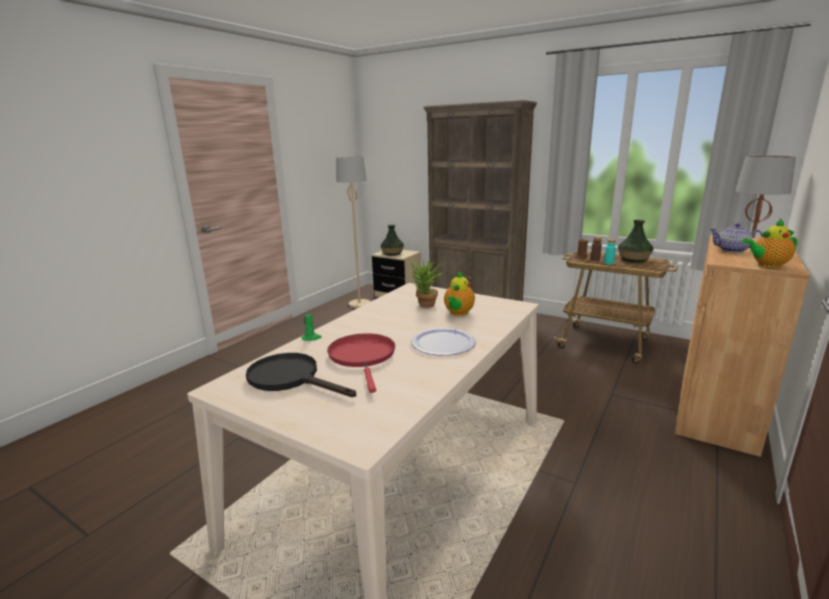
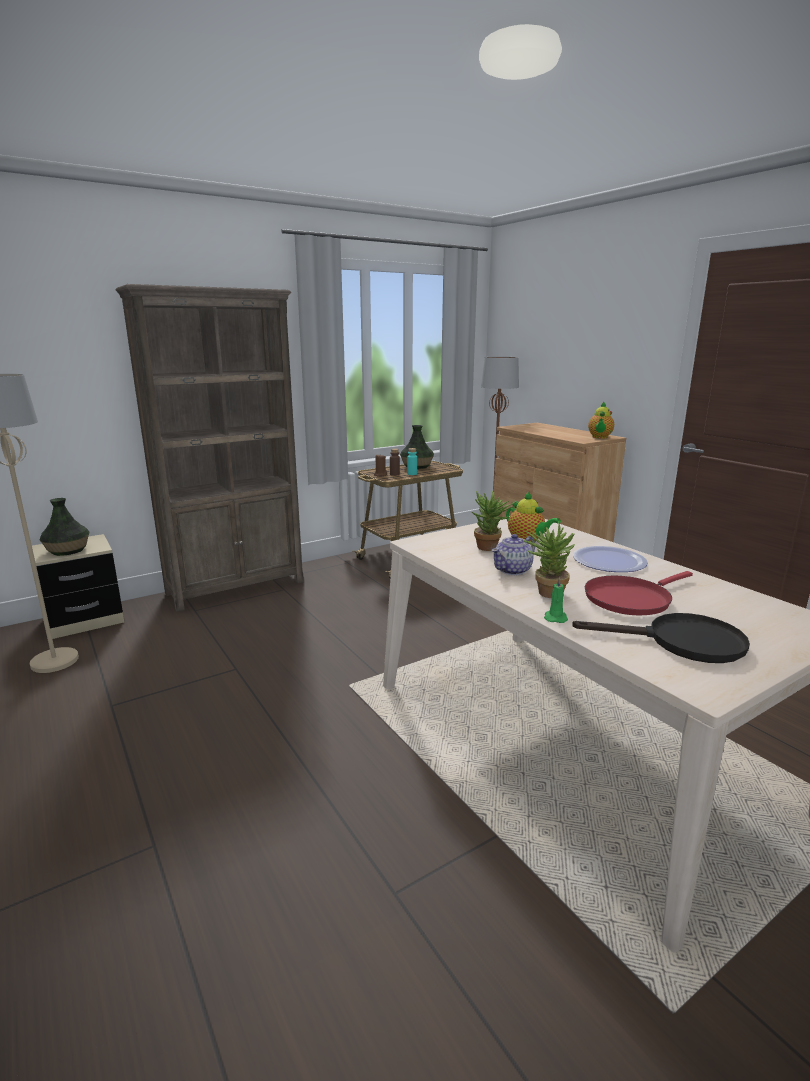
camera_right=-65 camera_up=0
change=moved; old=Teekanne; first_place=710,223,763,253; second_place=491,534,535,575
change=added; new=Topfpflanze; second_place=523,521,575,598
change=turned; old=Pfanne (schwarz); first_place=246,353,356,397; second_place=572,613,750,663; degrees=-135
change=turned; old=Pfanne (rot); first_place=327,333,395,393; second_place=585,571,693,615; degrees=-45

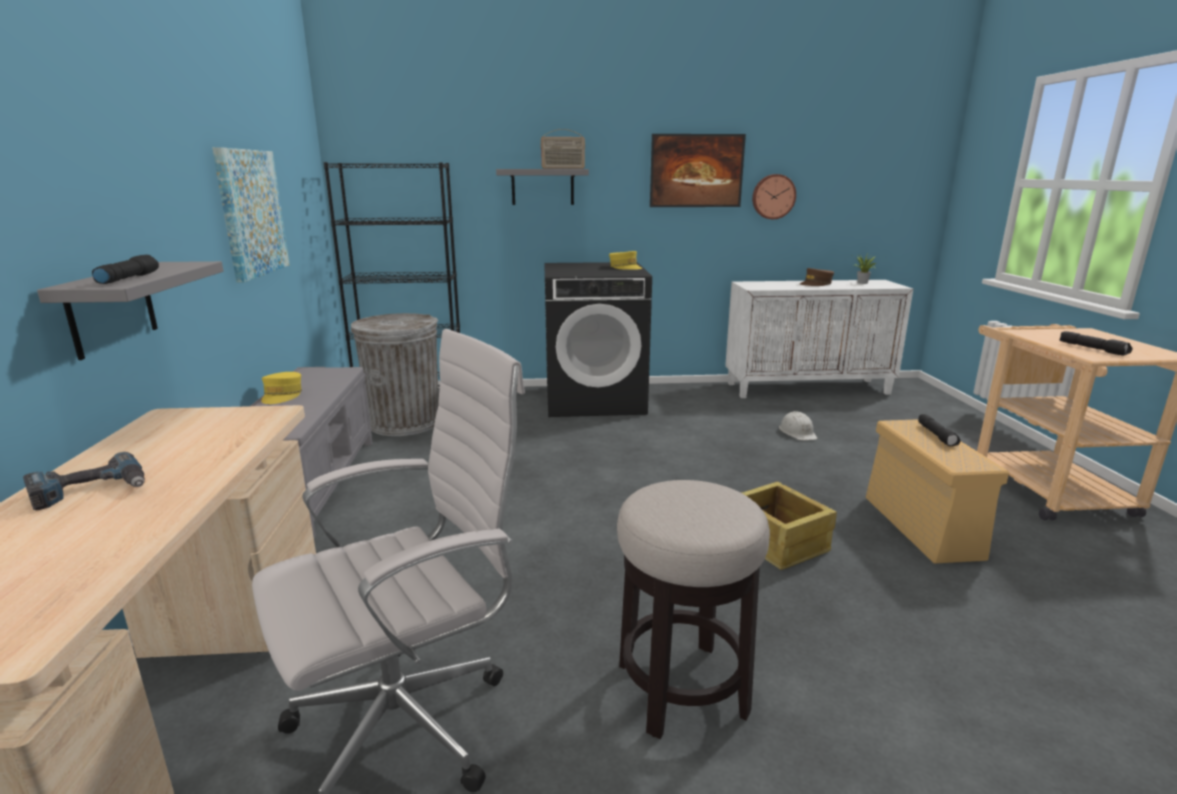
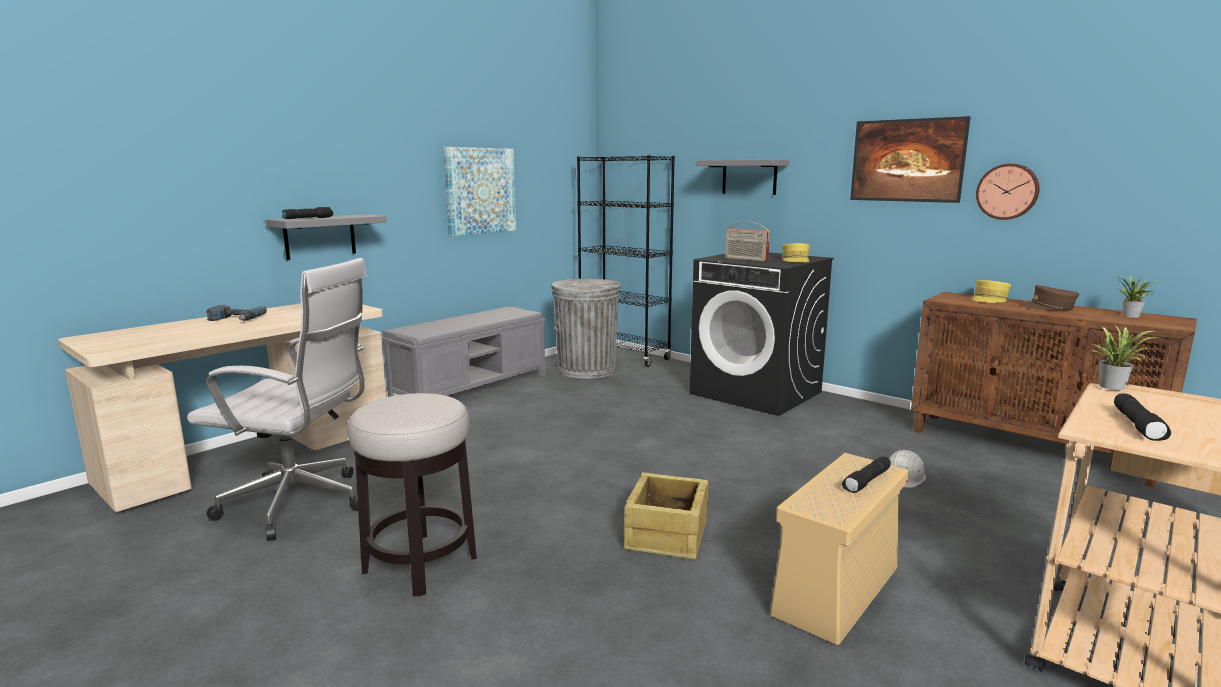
camera_right=45 camera_up=-5
change=moved; old=Radio; first_place=540,129,585,169; second_place=725,222,770,262
change=recoloured; old=Schrank (weiß); new=Schrank (braun); first_place=725,280,913,398; second_place=911,292,1197,488
change=moved; old=Kappe (gelb); first_place=261,372,302,404; second_place=972,280,1011,303
change=added; new=Topfpflanze; second_place=1092,324,1159,390

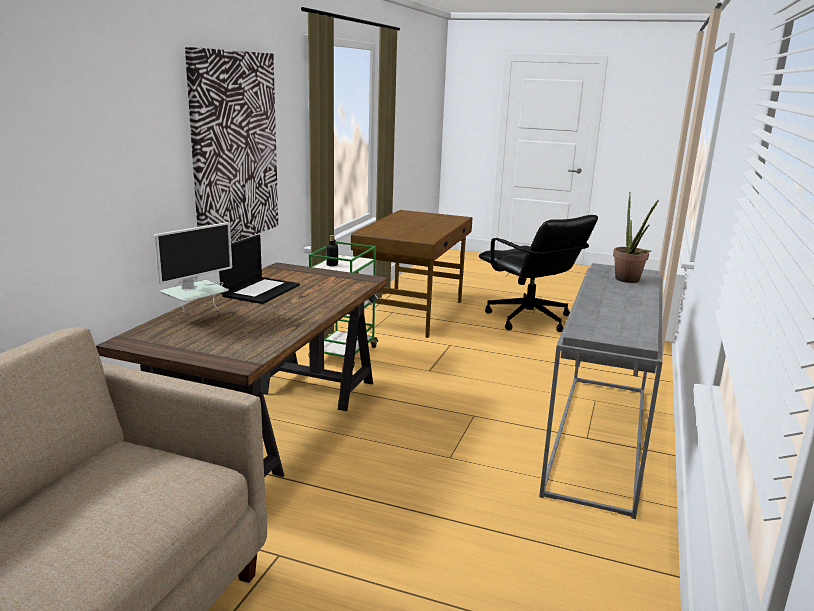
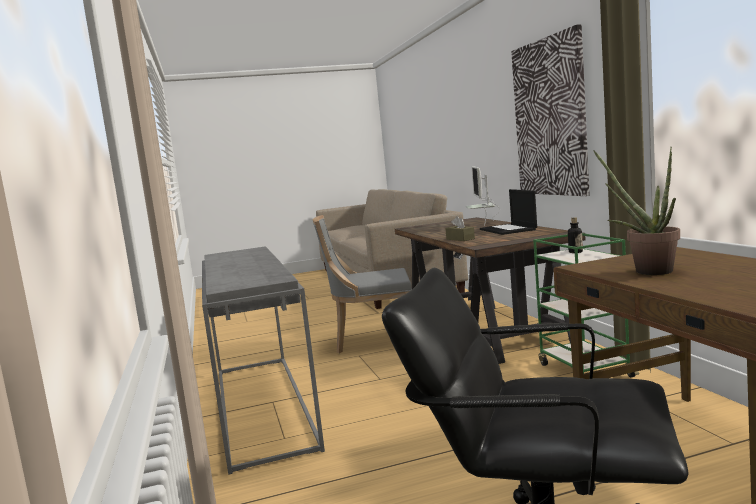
camera_right=145 camera_up=-10
change=added; new=Stuhl (grau); second_place=313,215,412,353
change=added; new=Taschentuchbox (braun); second_place=445,216,475,241
change=moved; old=Topfpflanze; first_place=613,195,659,283; second_place=594,147,680,275

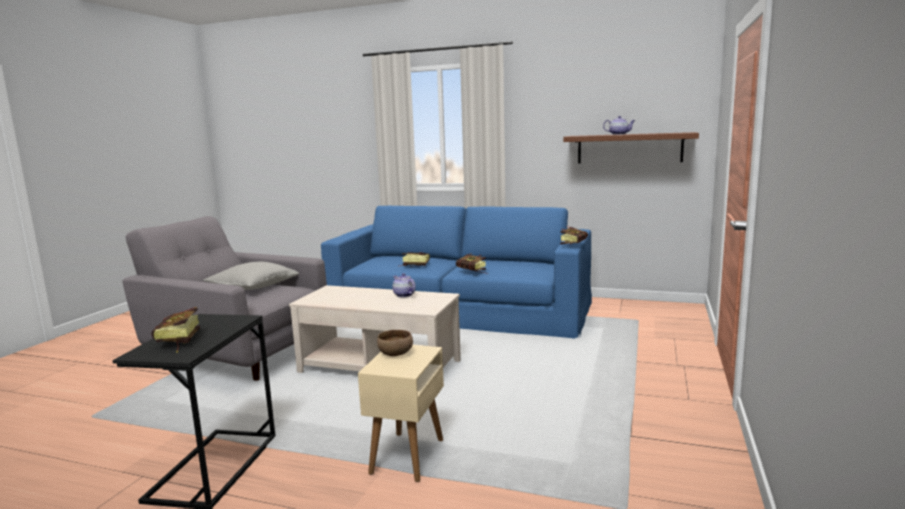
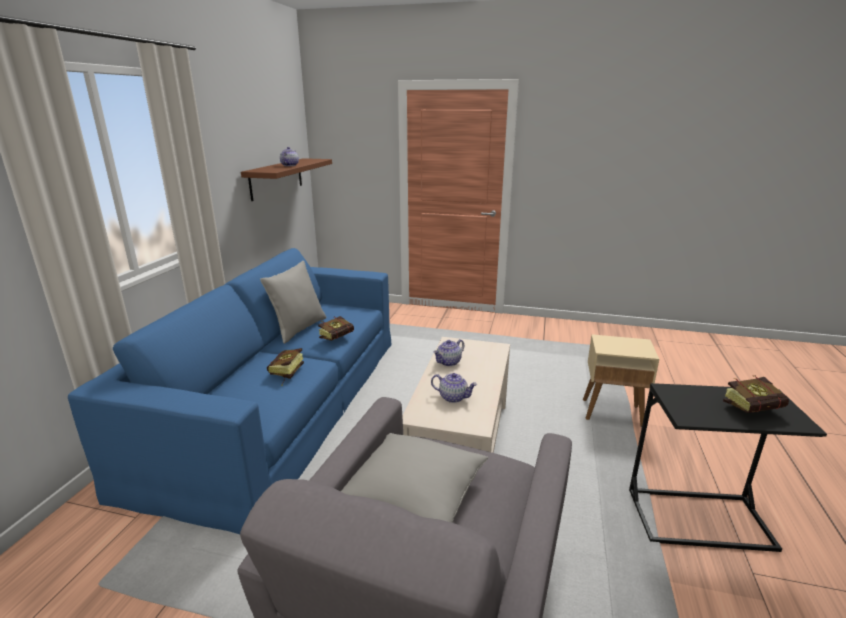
camera_right=-95 camera_up=10
change=added; new=Kissen (grau); second_place=260,261,326,344
change=added; new=Teekanne; second_place=431,373,477,403
change=removed; old=Schüssel (braun); first_place=377,330,413,356
change=removed; old=Buch; first_place=560,227,588,245

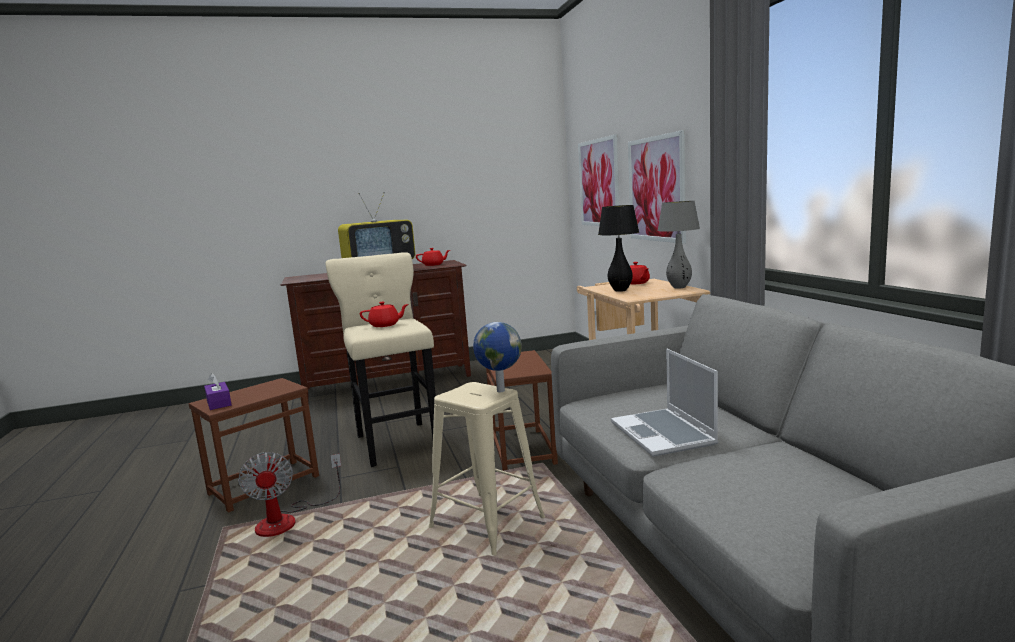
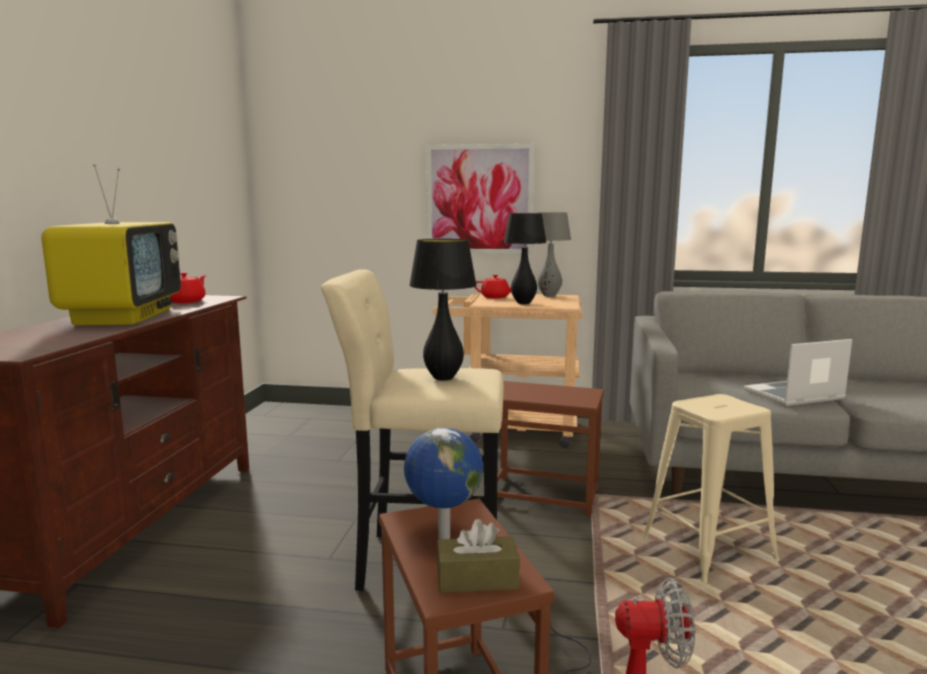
camera_right=-65 camera_up=0
change=moved; old=Globus; first_place=473,322,522,392; second_place=404,428,483,539
change=replaced; old=Teekanne (rot); new=Tischlampe (schwarz); first_place=360,302,409,327; second_place=409,239,477,381
change=recoloured; old=Taschentuchbox (lila); new=Taschentuchbox (braun); first_place=204,373,232,410; second_place=436,519,520,593
change=turned; old=Laptop; first_place=611,349,718,457; second_place=743,339,852,406; degrees=150
change=removed; old=Bild; first_place=578,134,620,226

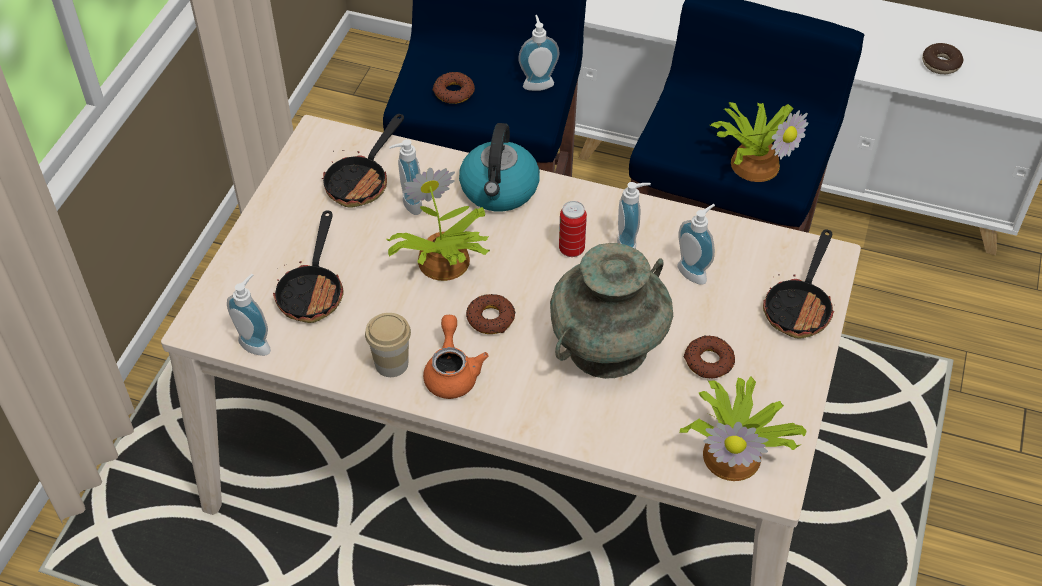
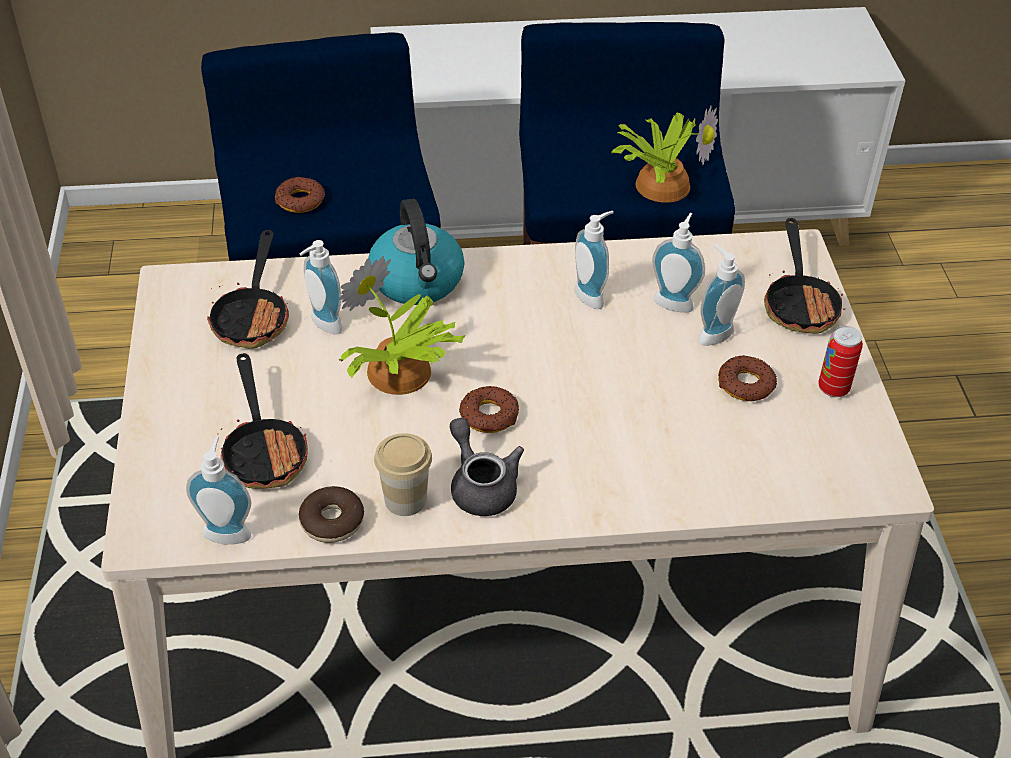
camera_right=-25 camera_up=-5
change=moved; old=Donut; first_place=922,43,963,74; second_place=299,486,364,543
change=recoloured; old=Teekanne (orange); new=Teekanne (grau); first_place=423,315,489,399; second_place=450,418,524,516
change=moved; old=Seifenspender; first_place=518,15,559,91; second_place=698,244,745,346
change=moved; old=Dose; first_place=559,201,587,257; second_place=818,326,863,397
change=removed; old=Vase (türkis); first_place=550,243,673,379
change=removed; old=Topfpflanze; first_place=679,376,806,481

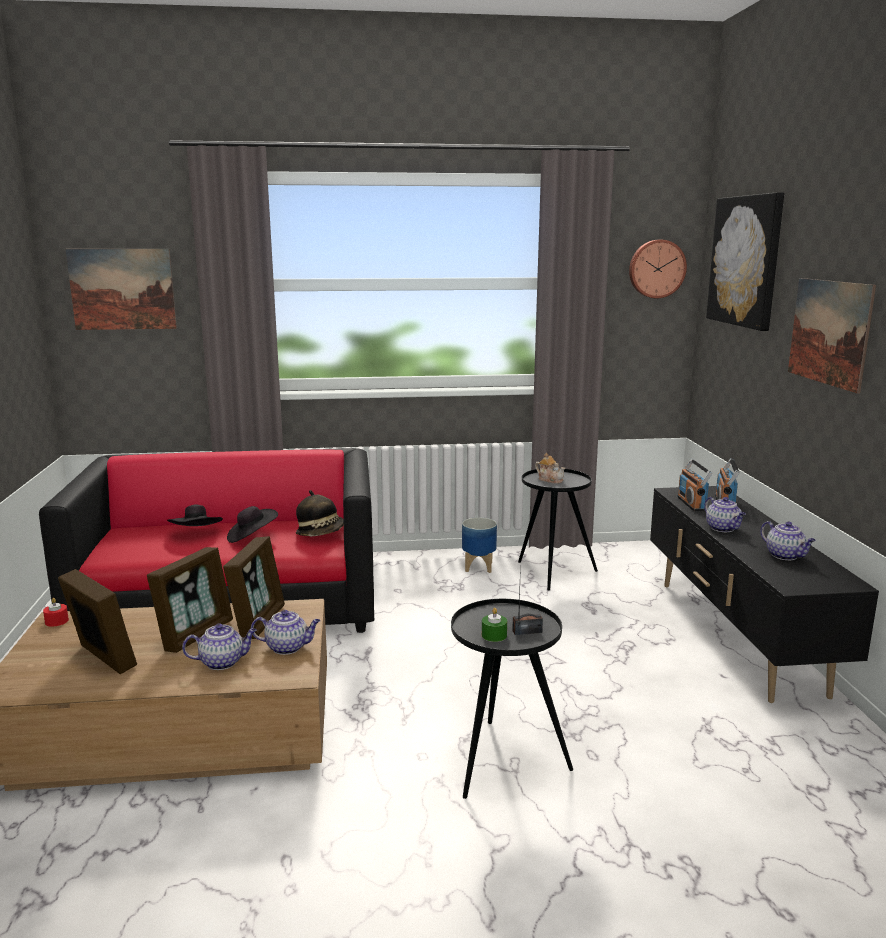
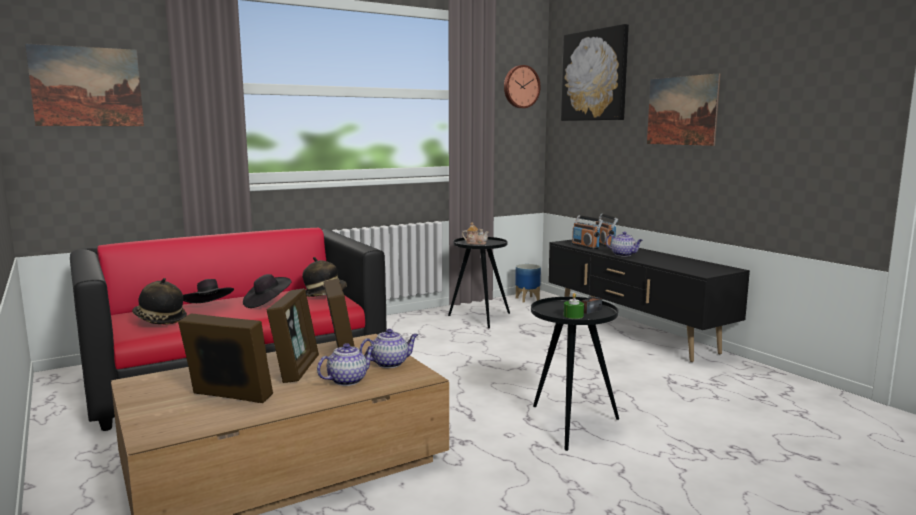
camera_right=-25 camera_up=-5
change=added; new=Hut; second_place=132,278,187,324
change=moved; old=Pflanzkübel; first_place=462,517,497,573; second_place=515,264,541,302
change=removed; old=Kerze (rot); first_place=43,598,69,627
change=removed; old=Teekanne; first_place=760,521,816,560

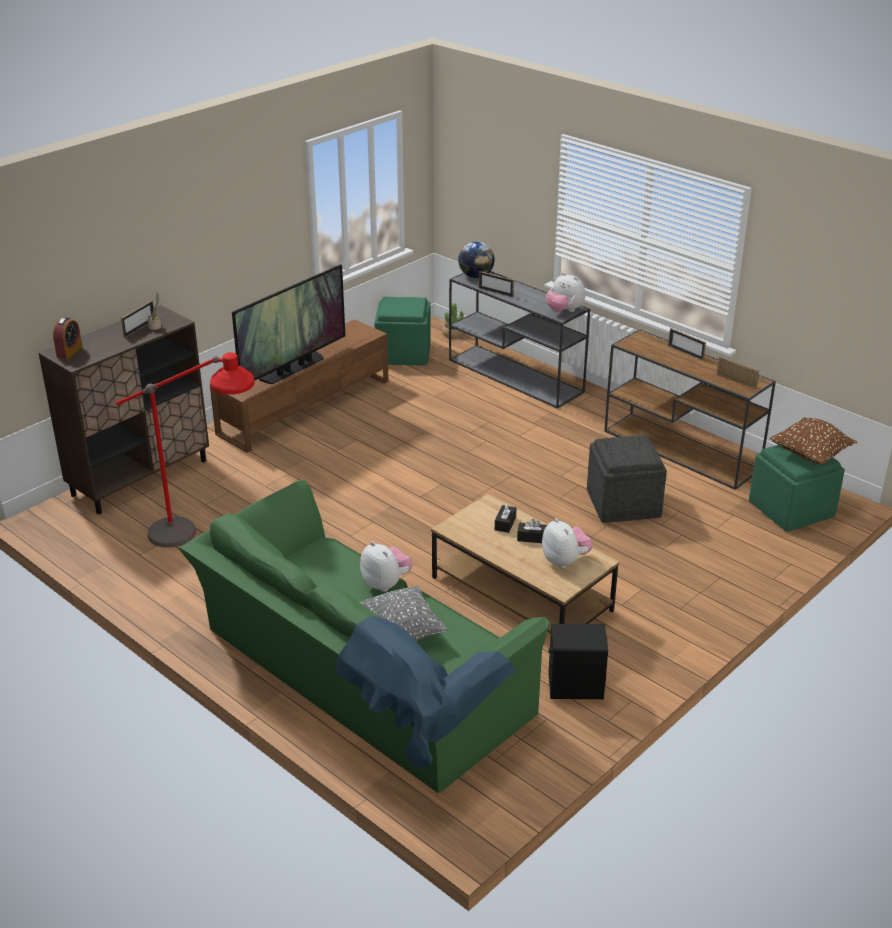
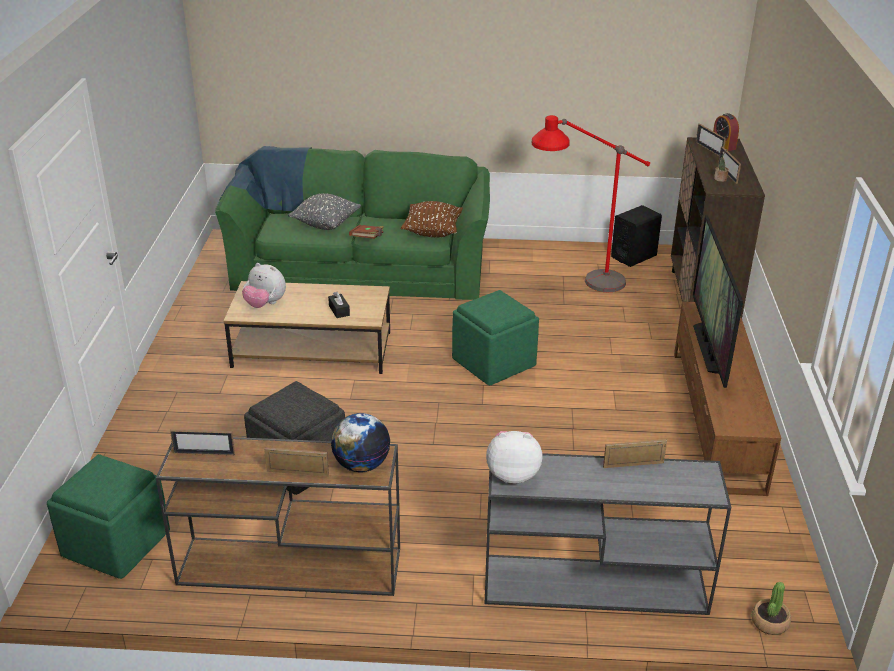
camera_right=140 camera_up=0
change=moved; old=Globus; first_place=458,241,495,278; second_place=331,413,390,472
change=replaced; old=Plüschtier; new=Buch (braun); first_place=360,541,412,592; second_place=349,225,384,239
change=moved; old=Kissen (braun); first_place=770,417,857,464; second_place=401,201,463,237
change=moved; old=Polsterhocker (grün); first_place=375,297,431,365; second_place=452,290,539,385
change=moved; old=Lautsprecher (schwarz); first_place=548,624,608,699; second_place=611,205,662,267
change=added; new=Bilderrahmen; second_place=696,124,726,156
change=removed; old=Taschentuchbox (schwarz); first_place=517,519,547,543

